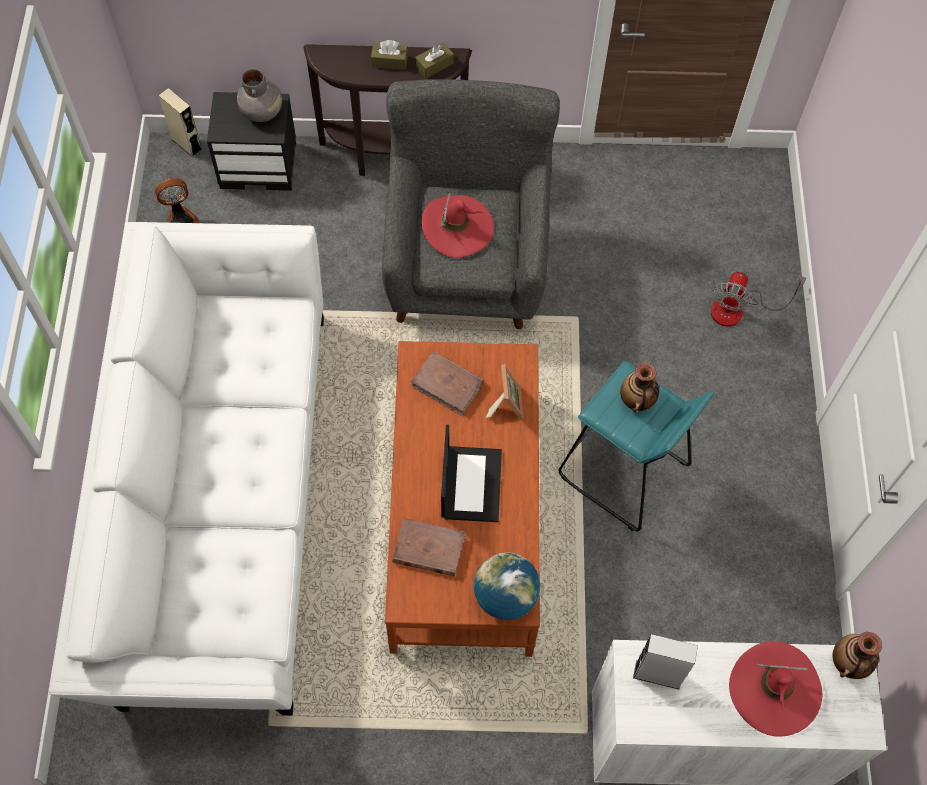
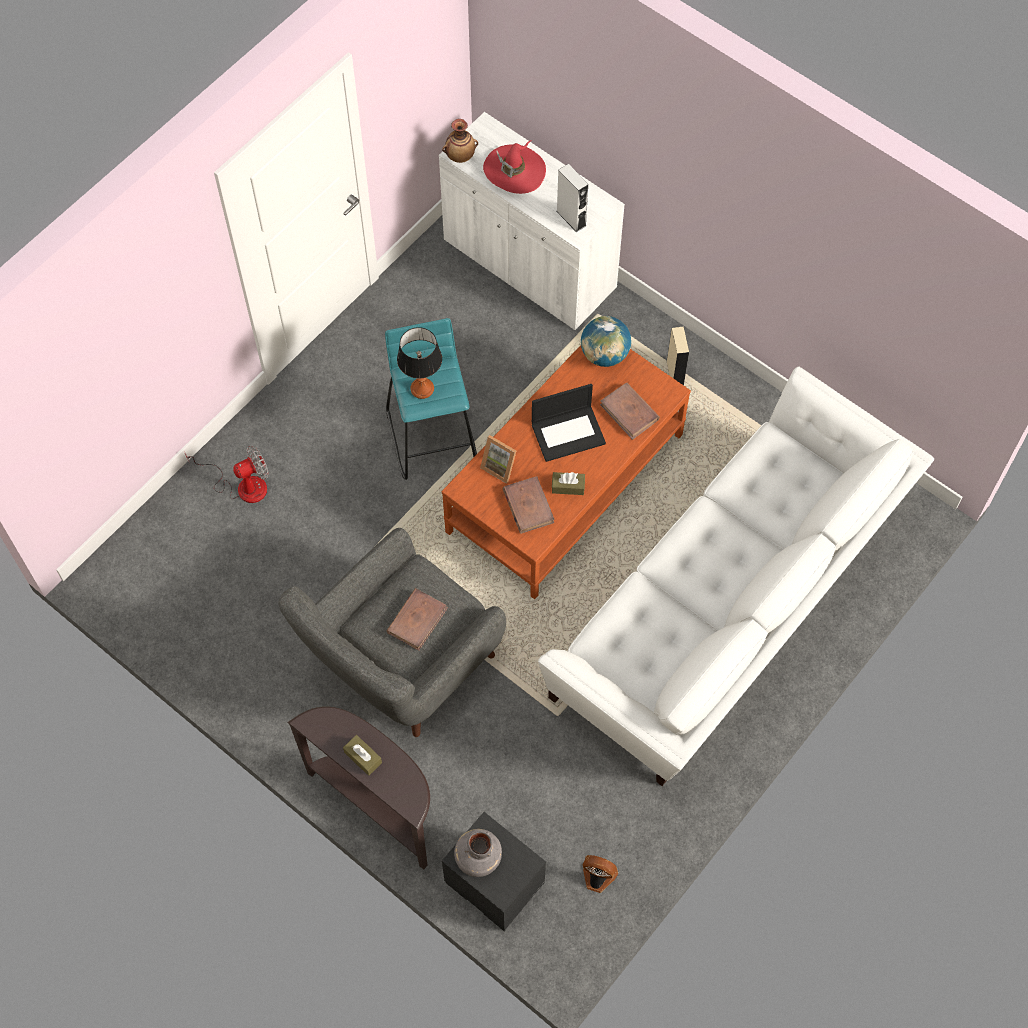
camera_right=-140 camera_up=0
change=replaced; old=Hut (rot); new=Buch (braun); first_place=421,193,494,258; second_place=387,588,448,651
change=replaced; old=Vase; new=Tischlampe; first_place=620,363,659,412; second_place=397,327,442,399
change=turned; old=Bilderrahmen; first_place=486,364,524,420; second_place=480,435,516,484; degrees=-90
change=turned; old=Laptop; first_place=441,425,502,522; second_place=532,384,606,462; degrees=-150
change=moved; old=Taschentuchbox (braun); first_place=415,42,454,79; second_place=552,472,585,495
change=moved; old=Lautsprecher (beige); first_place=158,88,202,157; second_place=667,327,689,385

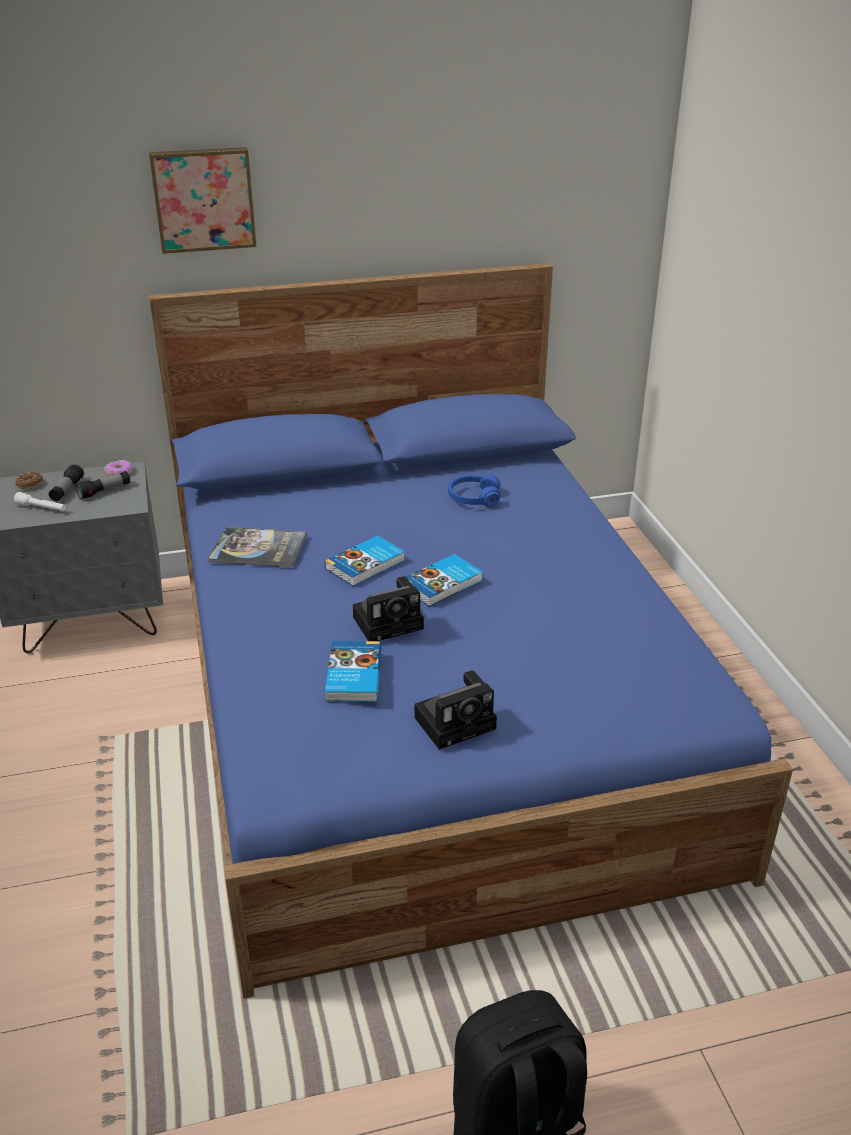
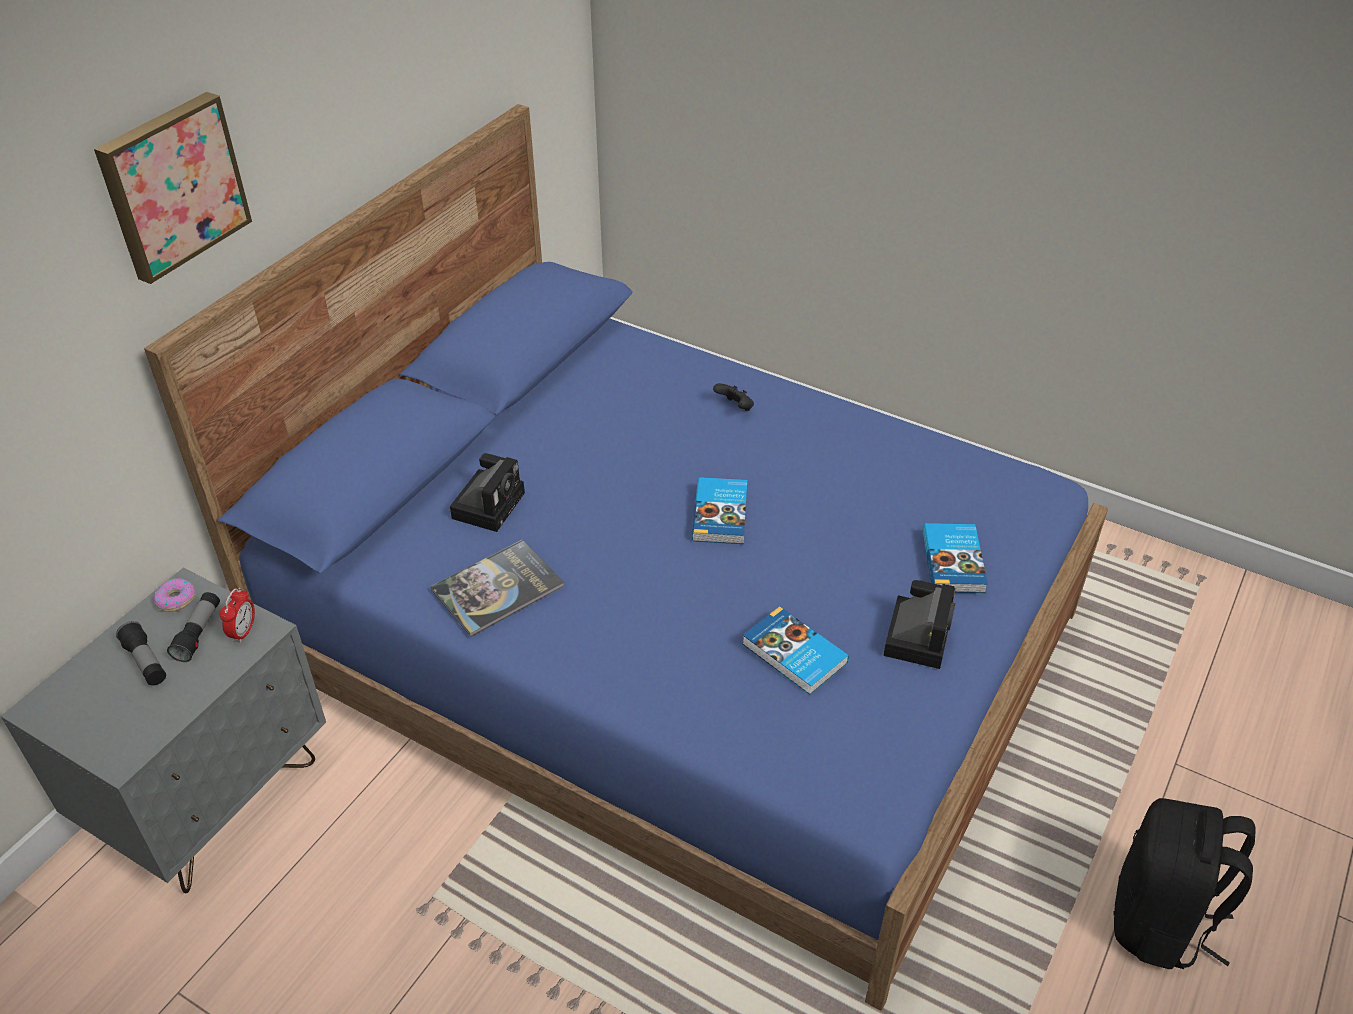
camera_right=-45 camera_up=10
change=added; new=Wecker; second_place=220,588,255,643
change=moved; old=Kamera; first_place=353,576,424,641; second_place=450,453,525,532
change=added; new=Gamepad (schwarz); second_place=713,383,754,411
change=moved; old=Buch; first_place=325,536,405,586; second_place=922,523,988,593
change=removed; old=Taschenlampe (weiß); first_place=14,492,66,511
change=removed; old=Donut; first_place=15,472,43,490
change=removed; old=Kopfhörer (blau); first_place=448,475,500,506

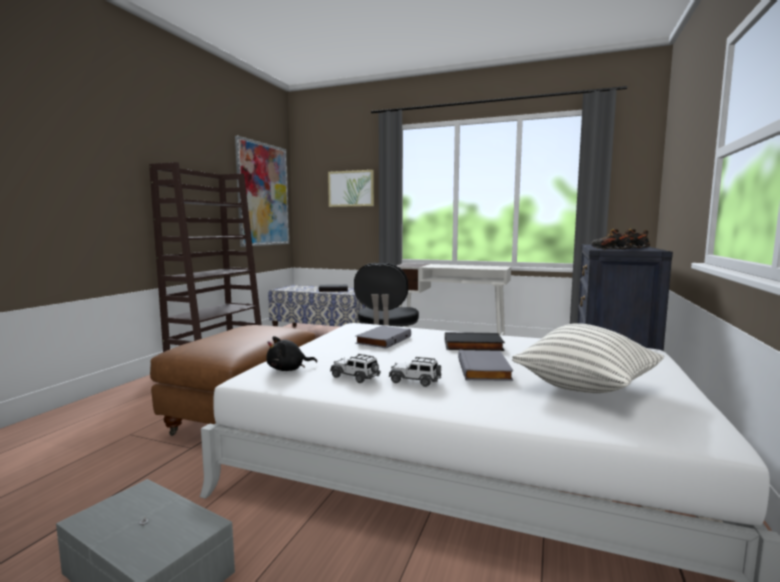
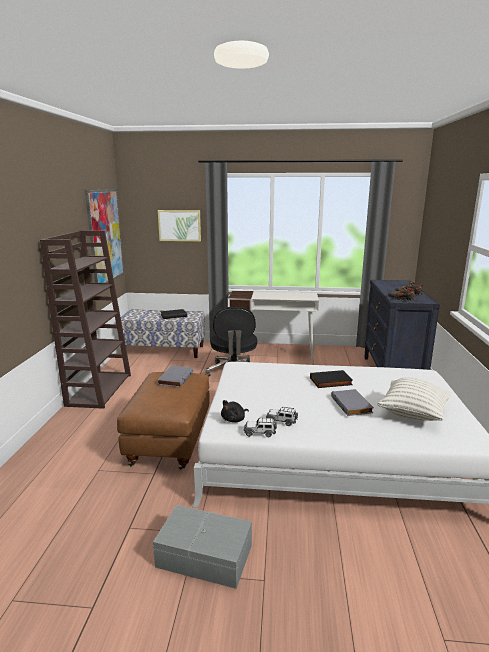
camera_right=-15 camera_up=10
change=moved; old=Buch (grau); first_place=355,326,411,349; second_place=157,366,193,387
change=moved; old=Spielzeugauto; first_place=389,357,441,387; second_place=244,418,277,437

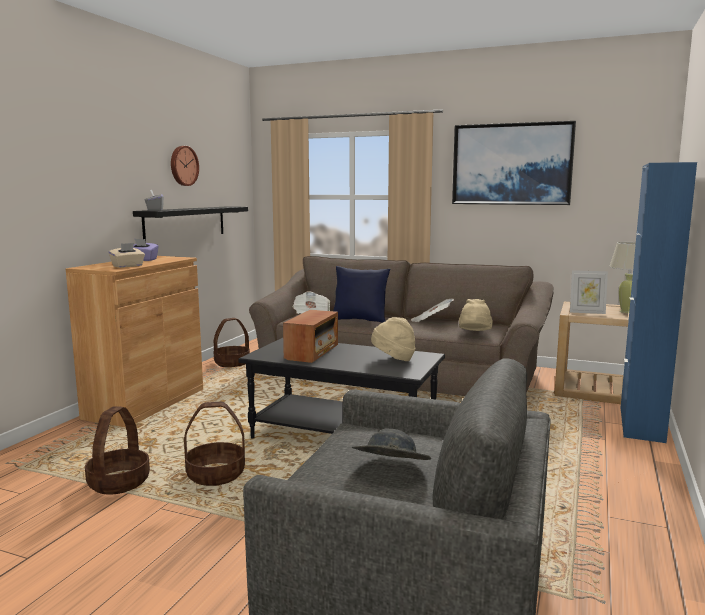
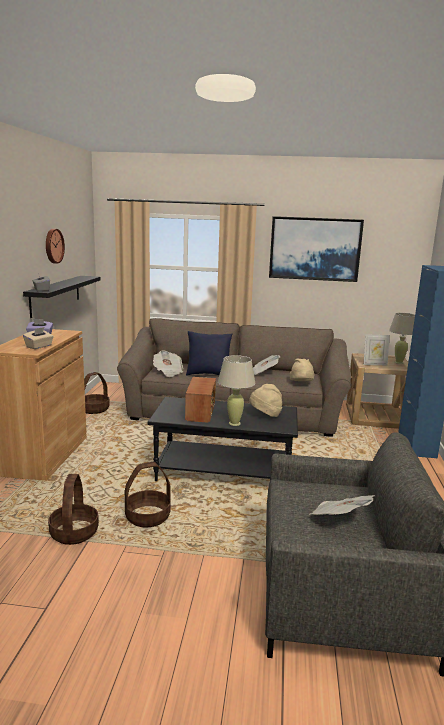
camera_right=-15 camera_up=5
change=added; new=Tischlampe (beige); second_place=218,355,255,426
change=replaced; old=Hut (grau); new=Zeitung; first_place=352,429,431,460; second_place=309,495,375,515

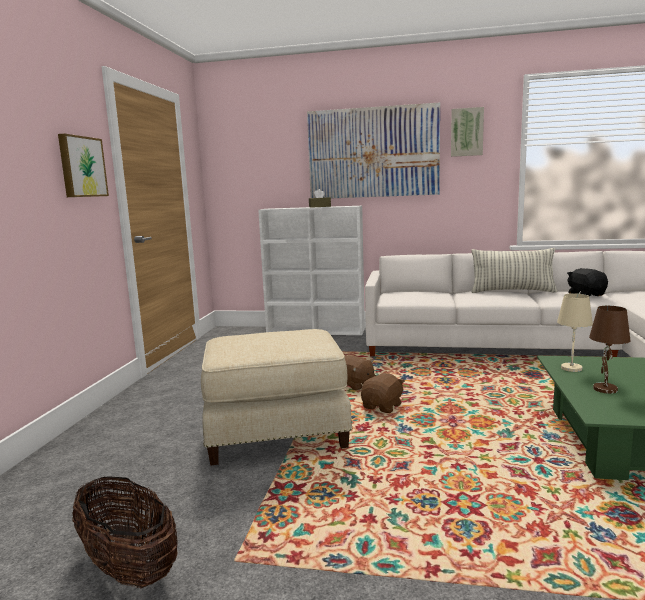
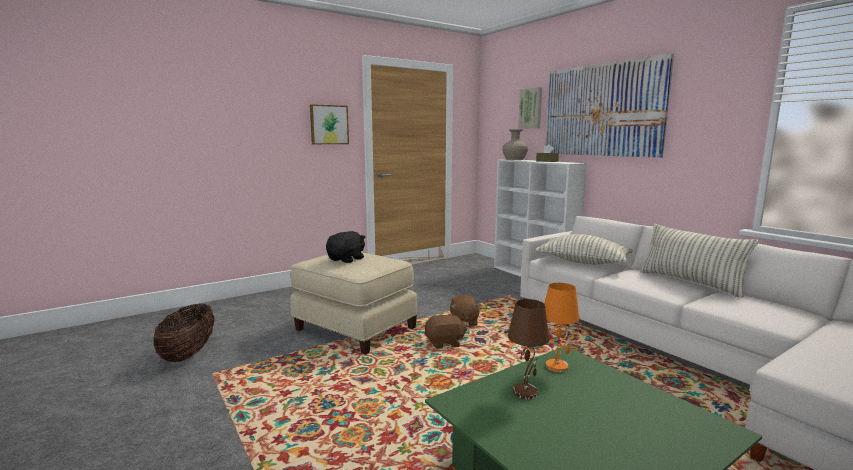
camera_right=45 camera_up=0
change=moved; old=Plüschtier (schwarz); first_place=567,268,608,297; second_place=326,231,365,263
change=added; new=Vase (beige); second_place=502,129,528,160
change=moved; old=Bild; first_place=451,107,484,157; second_place=518,87,542,129
change=added; new=Kissen; second_place=535,234,633,265
change=recoloured; old=Tischlampe (beige); new=Tischlampe (orange); first_place=557,293,593,372; second_place=544,283,579,372

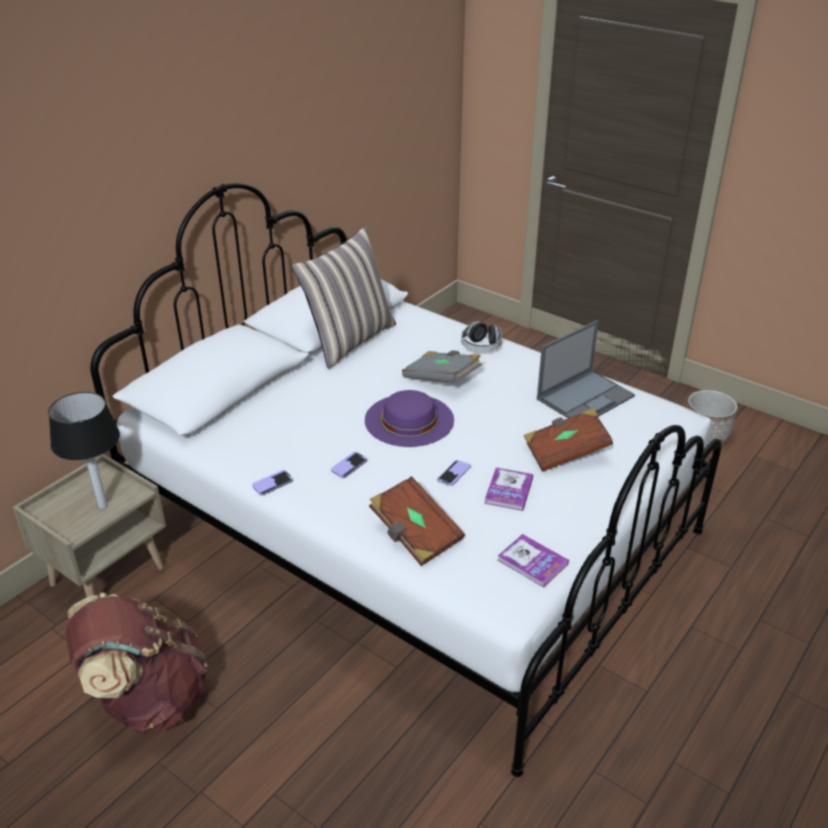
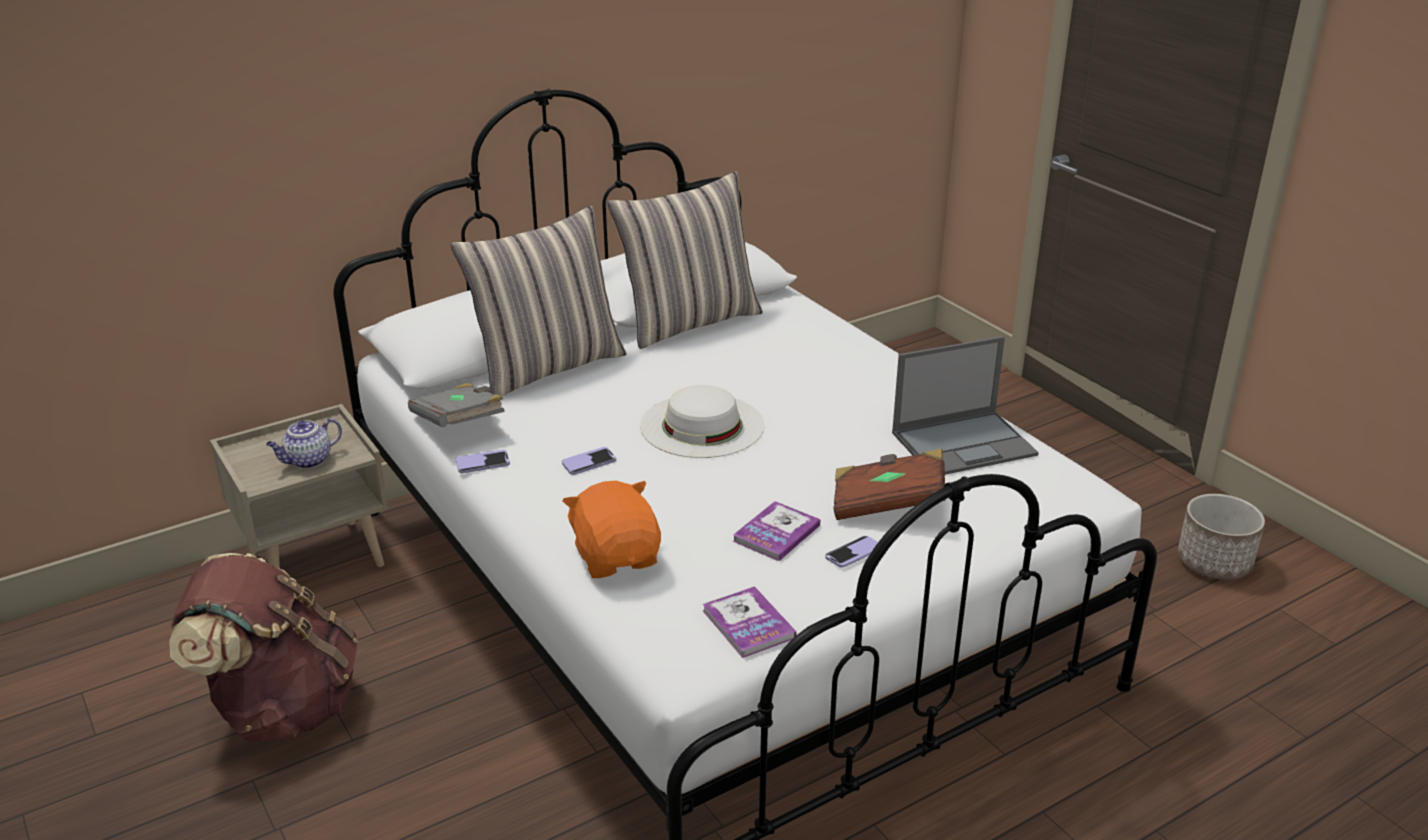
camera_right=20 camera_up=-5
change=replaced; old=Tischlampe; new=Teekanne; first_place=48,392,120,509; second_place=266,418,342,469
change=moved; old=Buch (grau); first_place=402,351,482,383; second_place=408,383,505,427
change=added; new=Kissen; second_place=451,206,627,396
change=replaced; old=Buch (braun); new=Plüschtier (orange); first_place=369,476,465,566; second_place=563,481,661,578
change=recoloured; old=Hut (lila); new=Hut (weiß); first_place=365,390,454,447; second_place=640,385,764,458
change=moved; old=Handy; first_place=437,460,471,486; second_place=825,536,878,568
change=removed; old=Kopfhörer; first_place=461,321,502,352

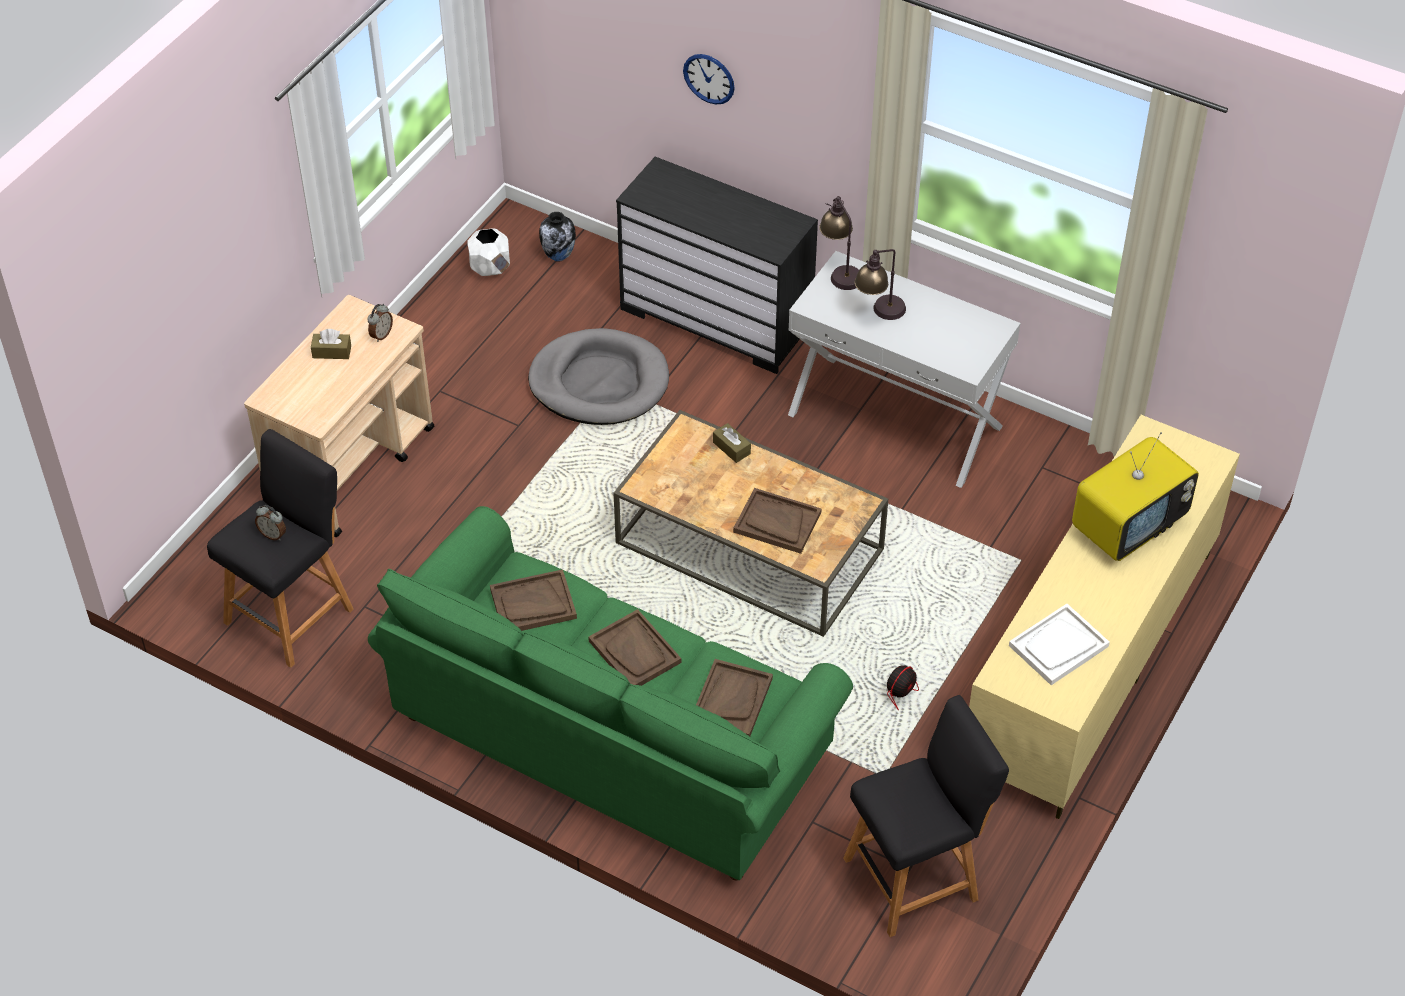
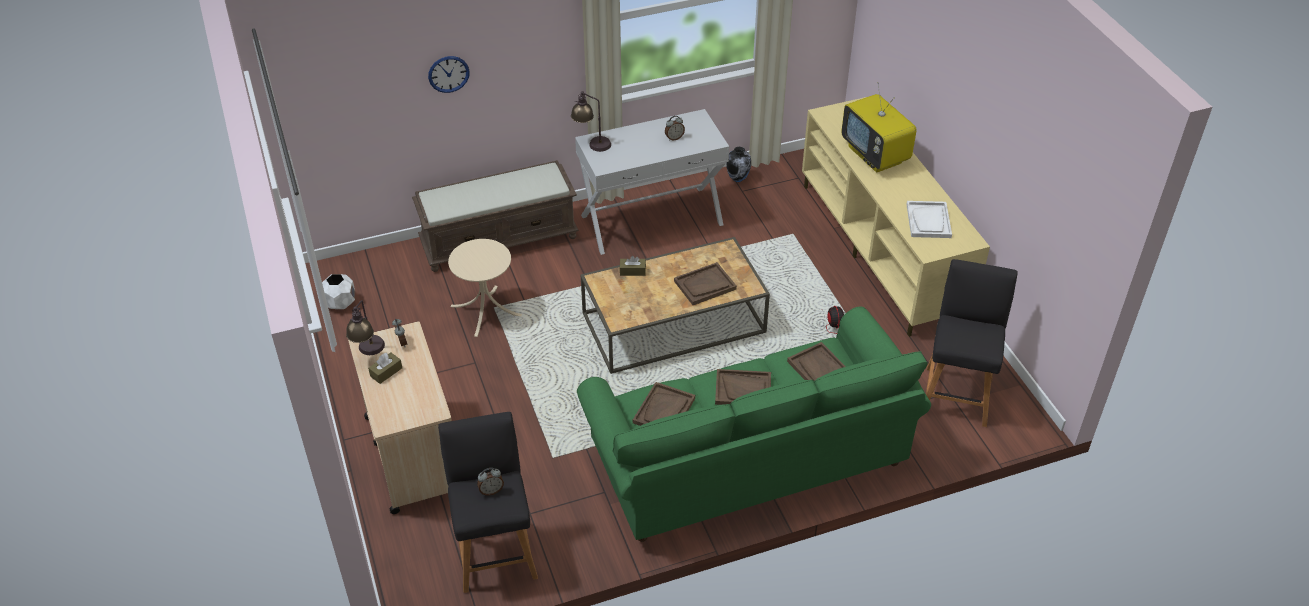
camera_right=-50 camera_up=-5
change=moved; old=Tischlampe; first_place=855,249,906,320; second_place=346,300,385,355
change=replaced; old=Kommode (schwarz); new=Bank (braun); first_place=616,157,818,374; second_place=412,160,579,272
change=replaced; old=Hundebett (grau); new=Beistelltisch (beige); first_place=528,328,669,425; second_place=448,239,522,337
change=added; new=Wecker; second_place=665,116,685,141
change=moved; old=Vase; first_place=539,212,576,262; second_place=726,147,751,182
change=turned; old=Fernseher; first_place=1072,432,1199,561; second_place=841,82,917,172; degrees=150

